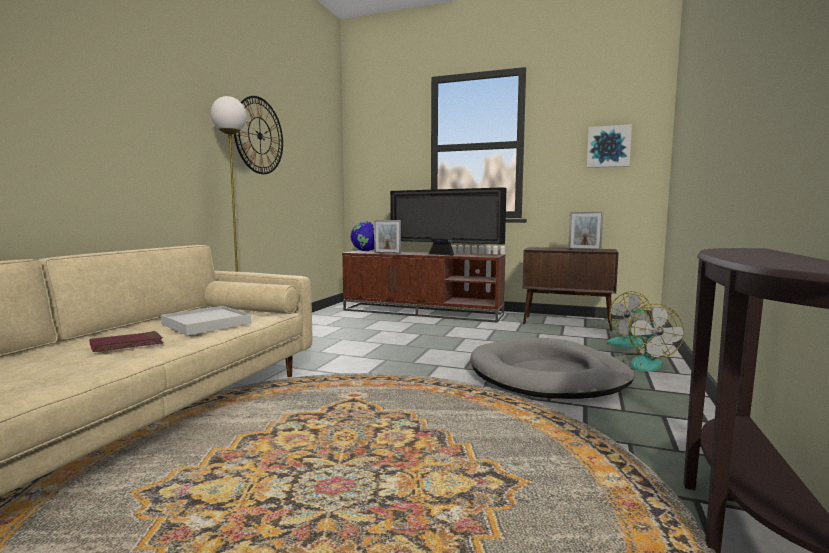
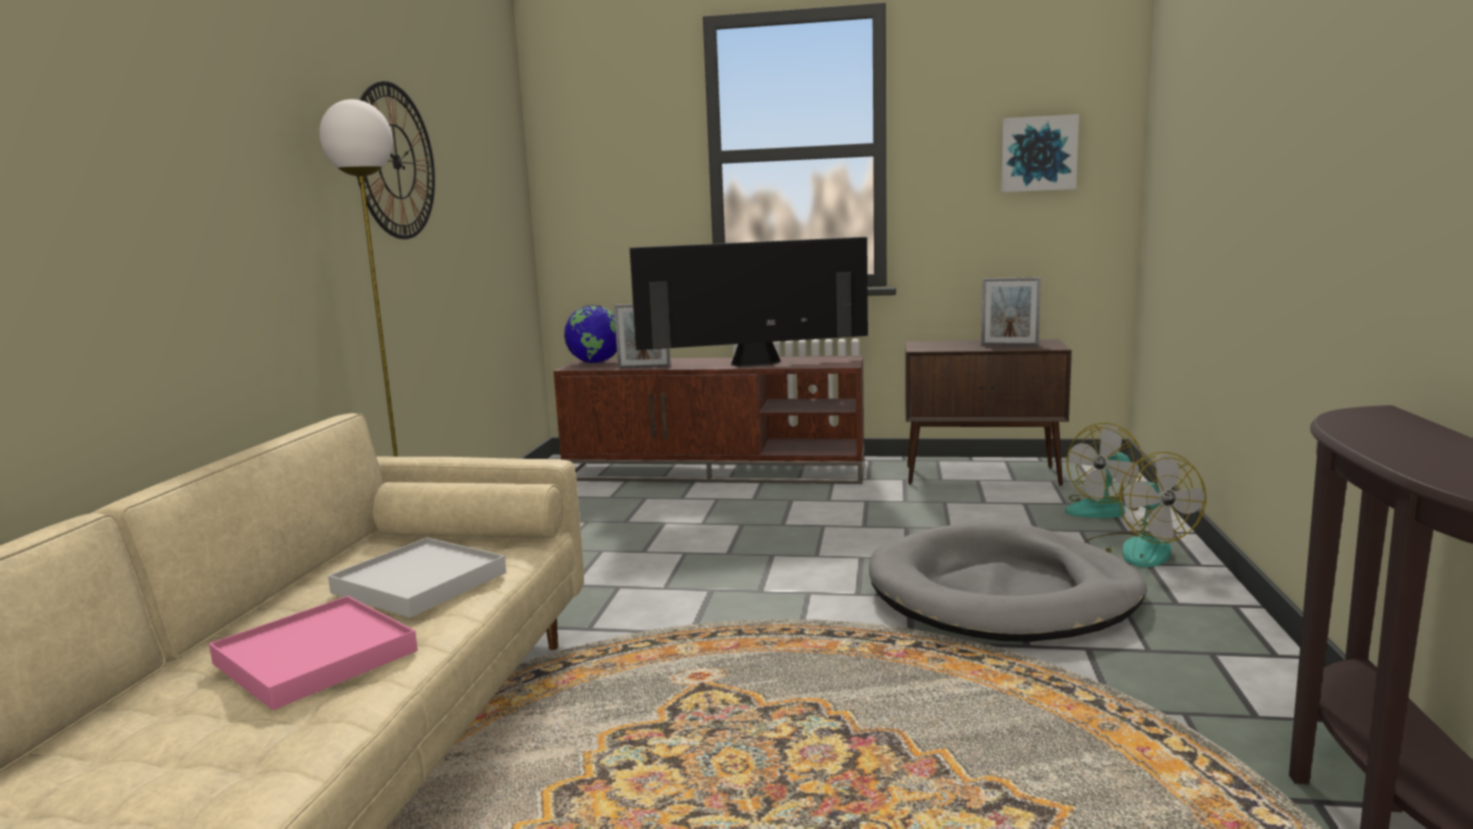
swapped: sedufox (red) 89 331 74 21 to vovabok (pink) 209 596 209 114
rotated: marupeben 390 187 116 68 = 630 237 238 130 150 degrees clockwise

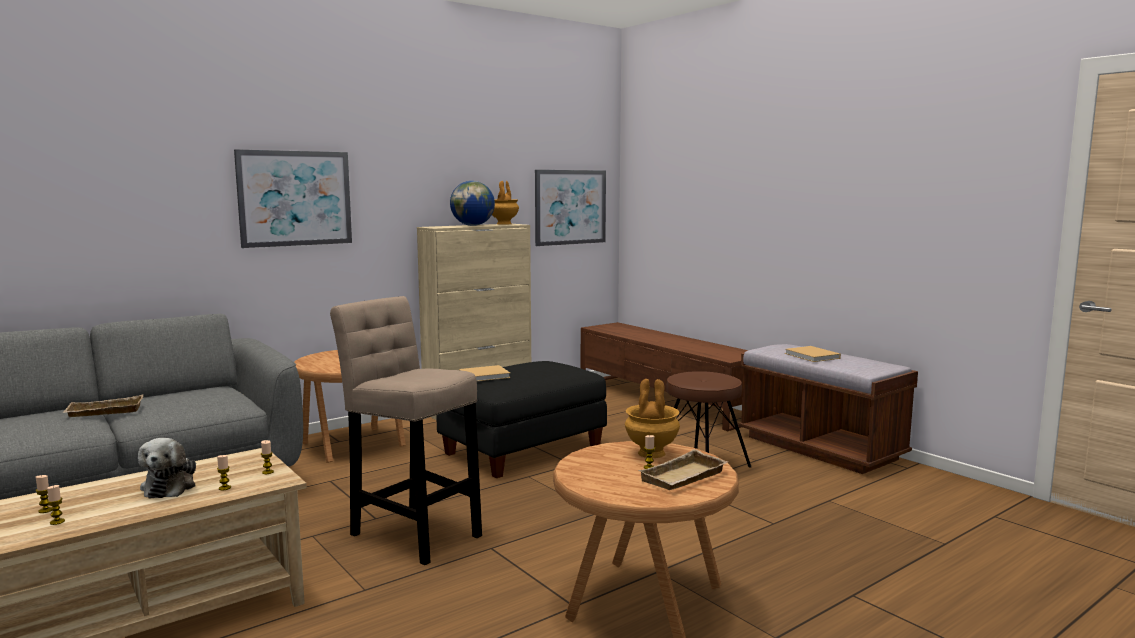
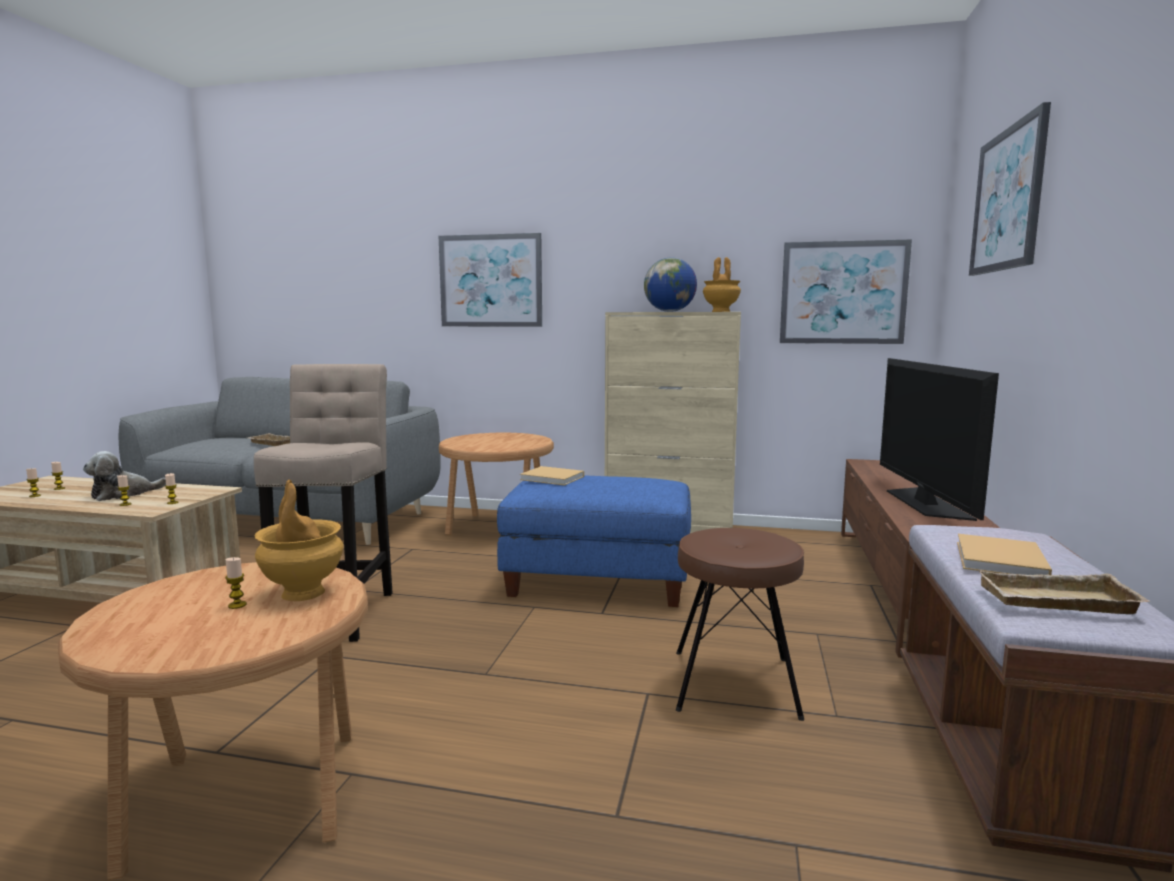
new: marupeben 880 358 119 163; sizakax 969 102 82 174
shifted: vovabok (beige) 638 449 90 41 to 977 570 174 44
repainted: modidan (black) 437 361 170 117 to modidan (blue) 497 475 194 132

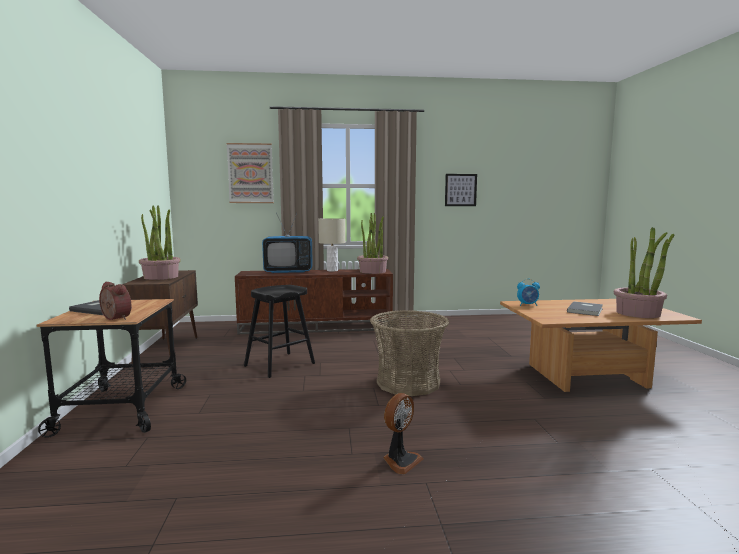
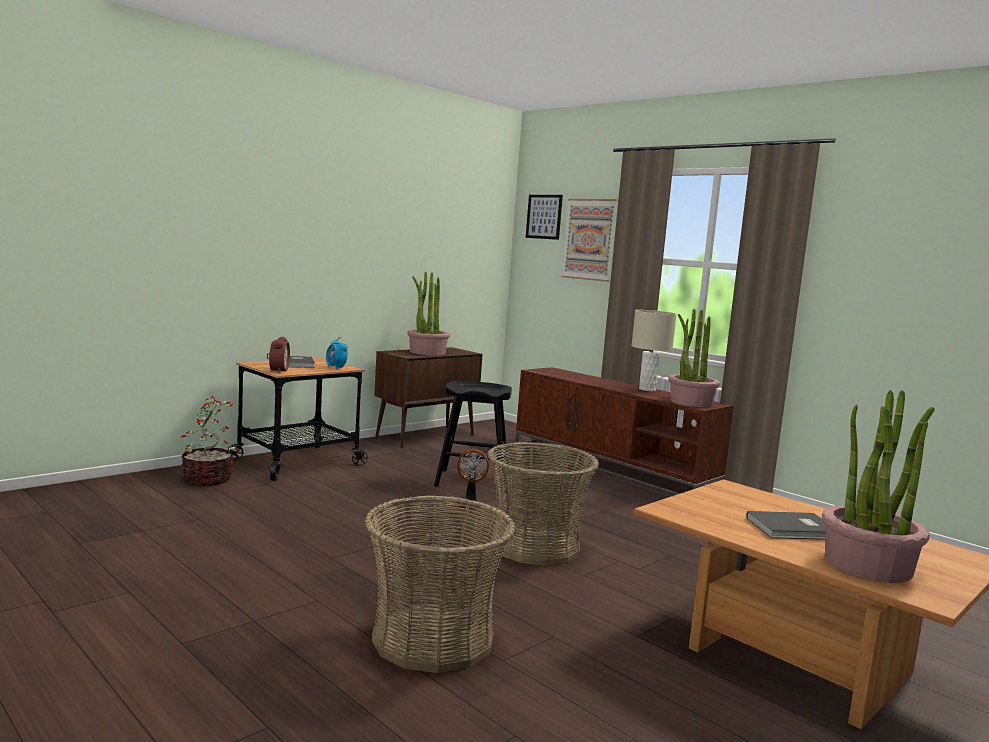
gone: marupeben 262 213 51 60
new: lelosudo 181 396 59 90; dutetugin 364 495 152 178
shifted: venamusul 517 279 23 27 to 326 337 22 33; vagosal 383 393 40 81 to 453 448 36 67; sizakax 445 174 32 32 to 526 195 37 45

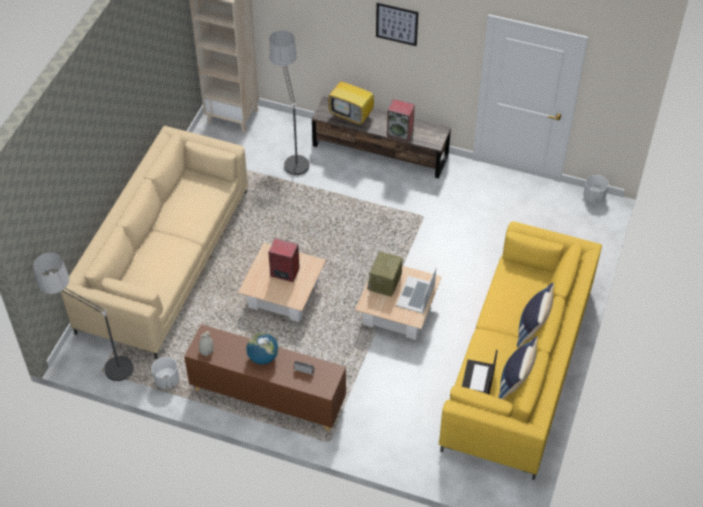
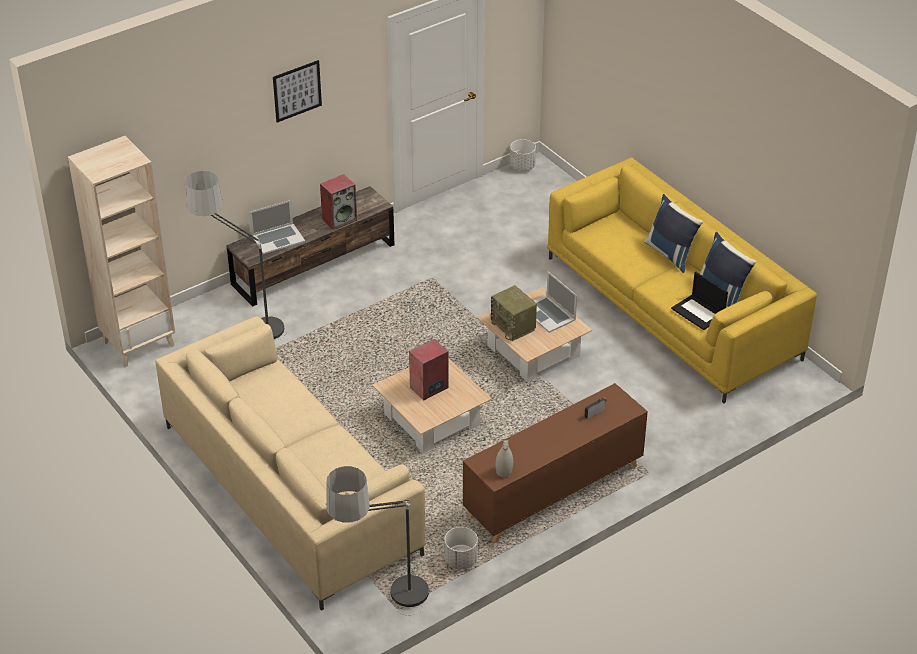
gone: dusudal 246 333 32 32
swapped: marupeben 329 72 45 53 to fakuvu 249 200 56 54

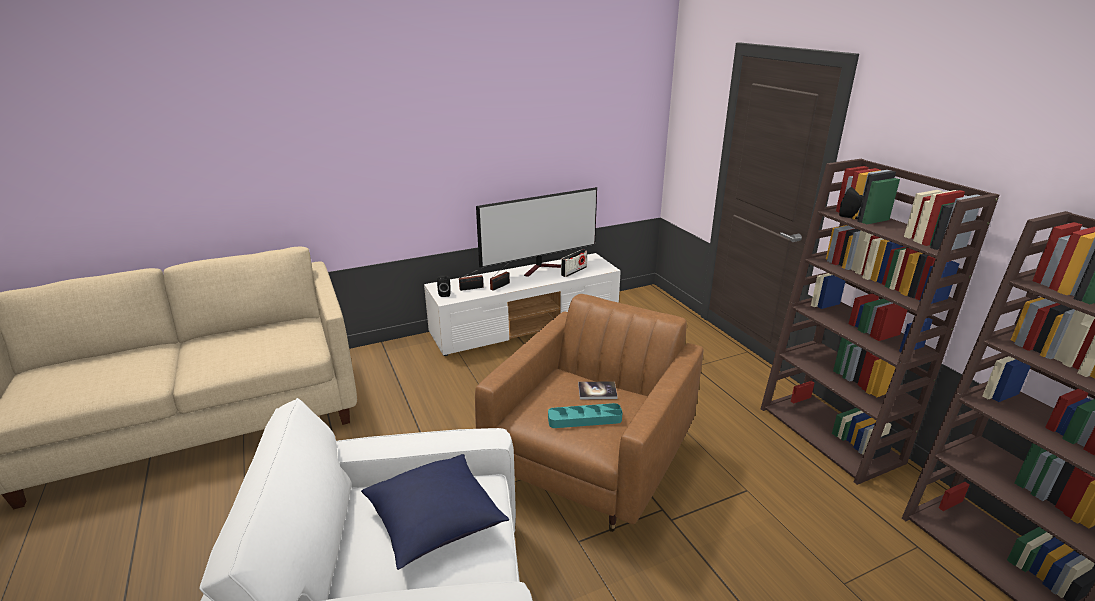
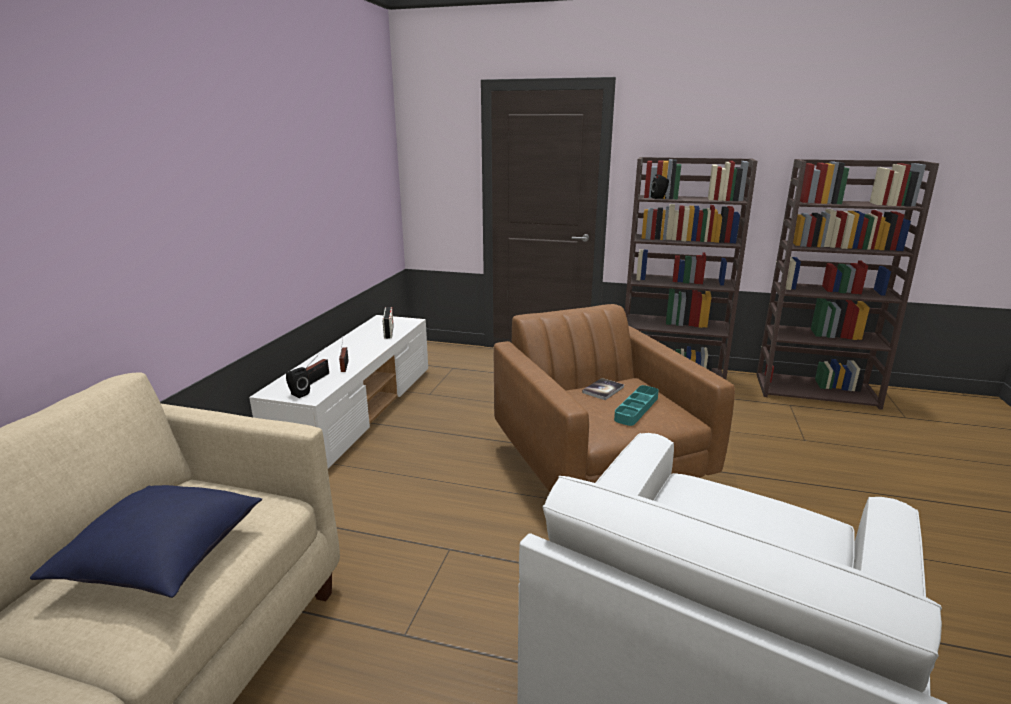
gone: marupeben 476 187 121 90
shifted: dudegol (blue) 361 454 148 116 to 30 485 232 113

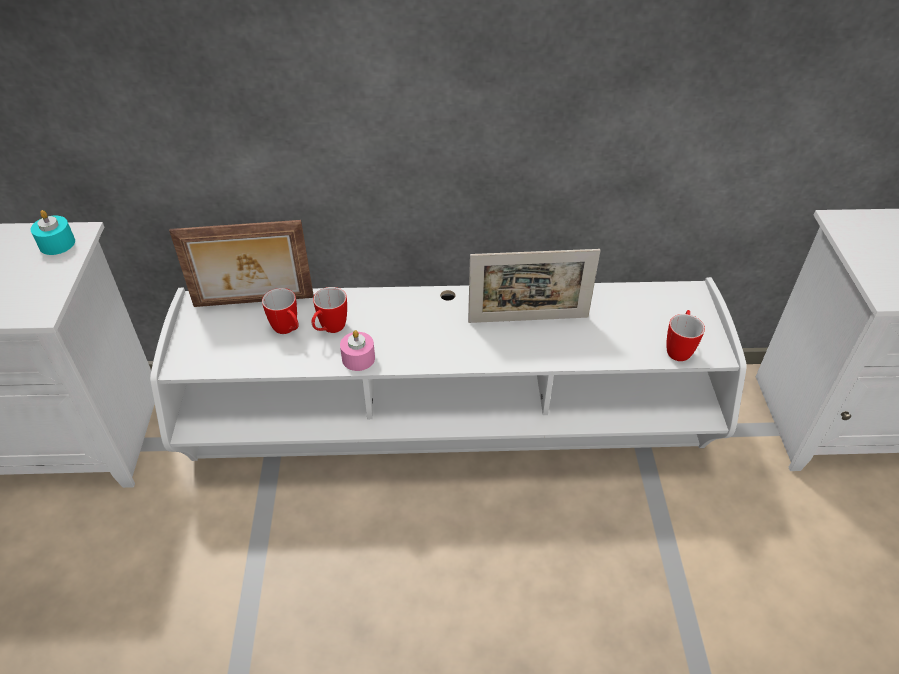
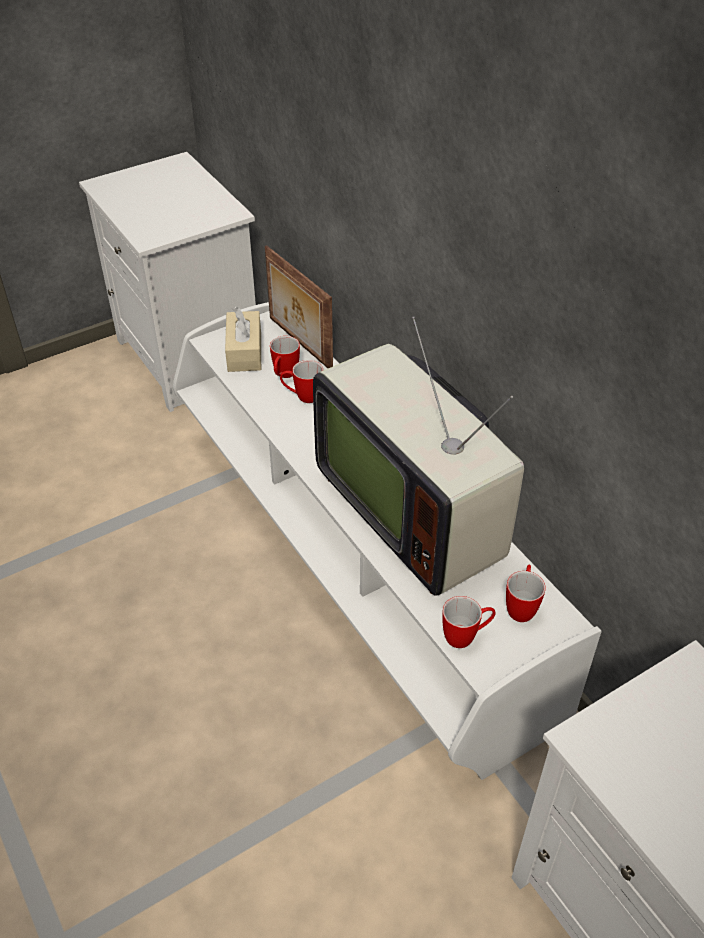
gone: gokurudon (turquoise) 30 210 45 45; gokurudon (pink) 340 330 35 41
new: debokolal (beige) 225 307 36 65; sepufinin 506 565 40 57
swapped: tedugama 468 249 133 74 to marupeben 313 316 211 280

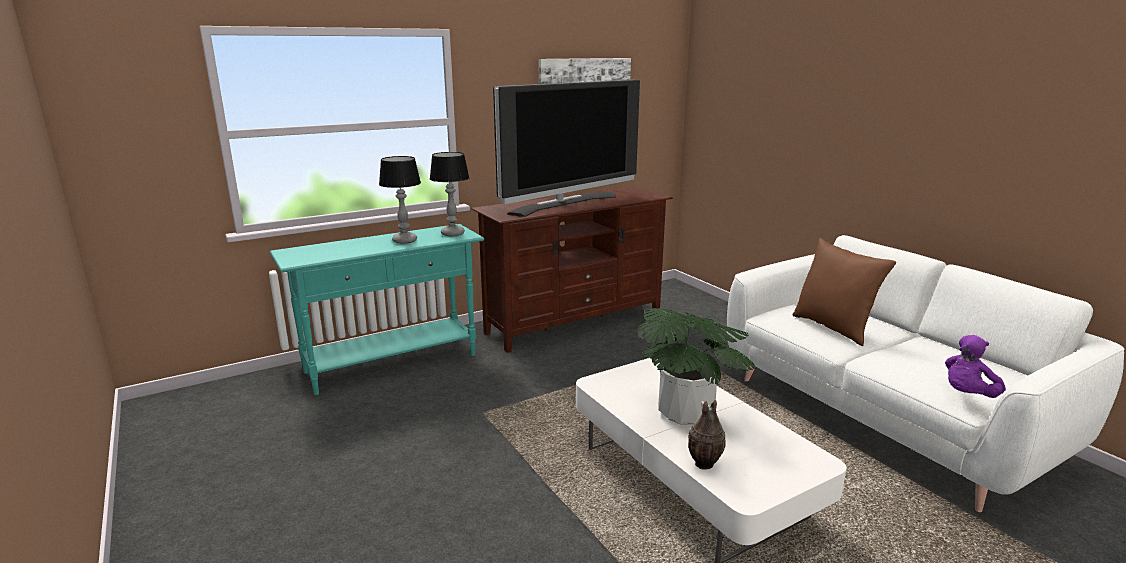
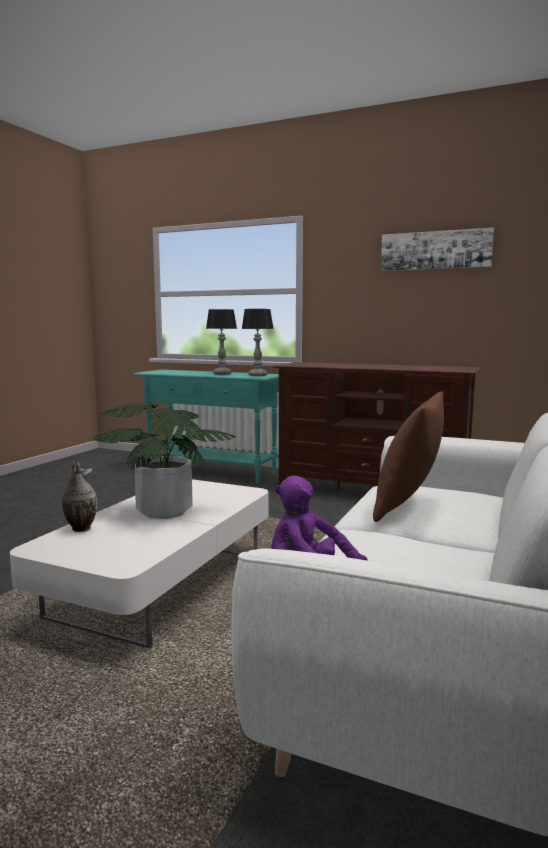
gone: marupeben 493 80 147 137

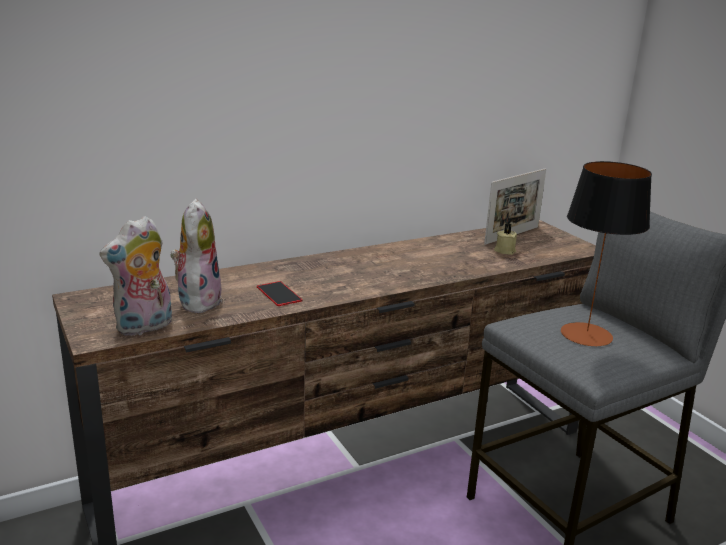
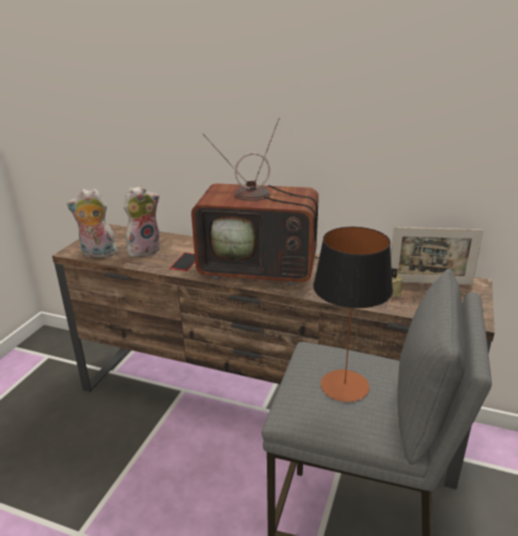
new: marupeben 191 118 128 167

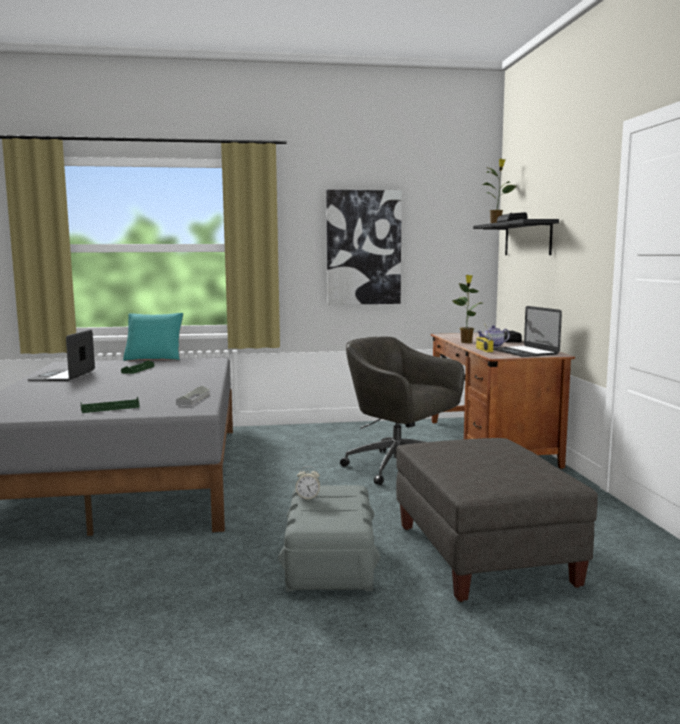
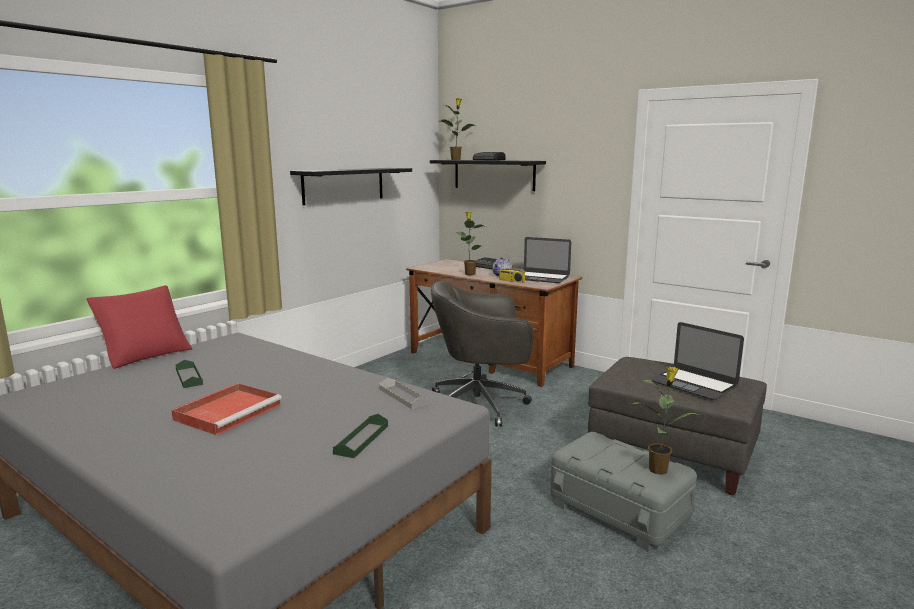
gone: venamusul 296 466 24 34
new: vovabok (red) 171 383 111 52; lelosudo 633 366 66 109
shifted: fakuvu 27 329 68 52 to 649 322 95 78
swapped: sizakax 326 190 76 115 to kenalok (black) 290 168 122 37
repainted: dudegol (turquoise) 123 313 60 48 to dudegol (red) 87 285 105 84

